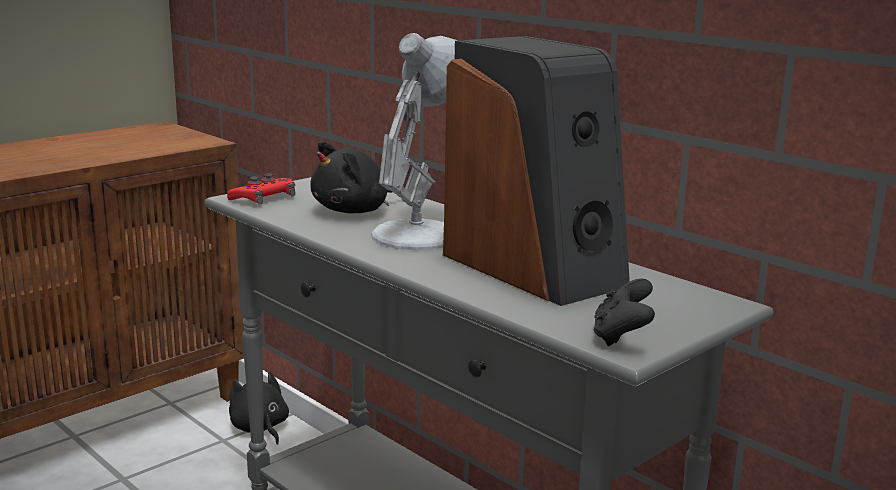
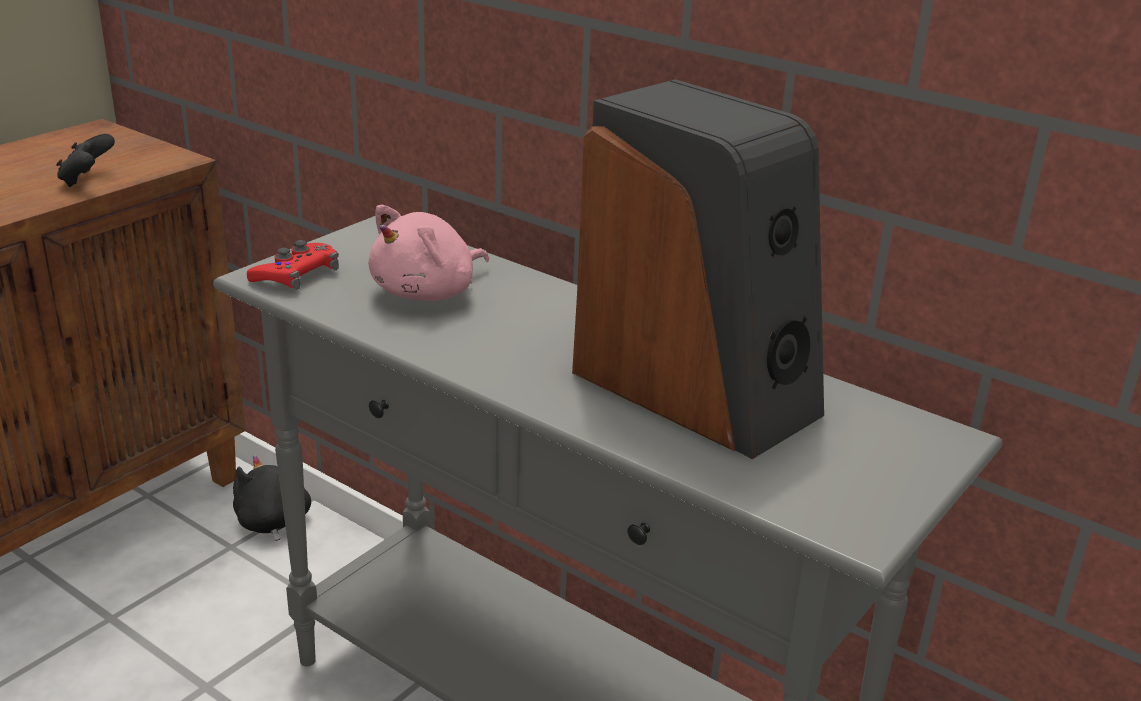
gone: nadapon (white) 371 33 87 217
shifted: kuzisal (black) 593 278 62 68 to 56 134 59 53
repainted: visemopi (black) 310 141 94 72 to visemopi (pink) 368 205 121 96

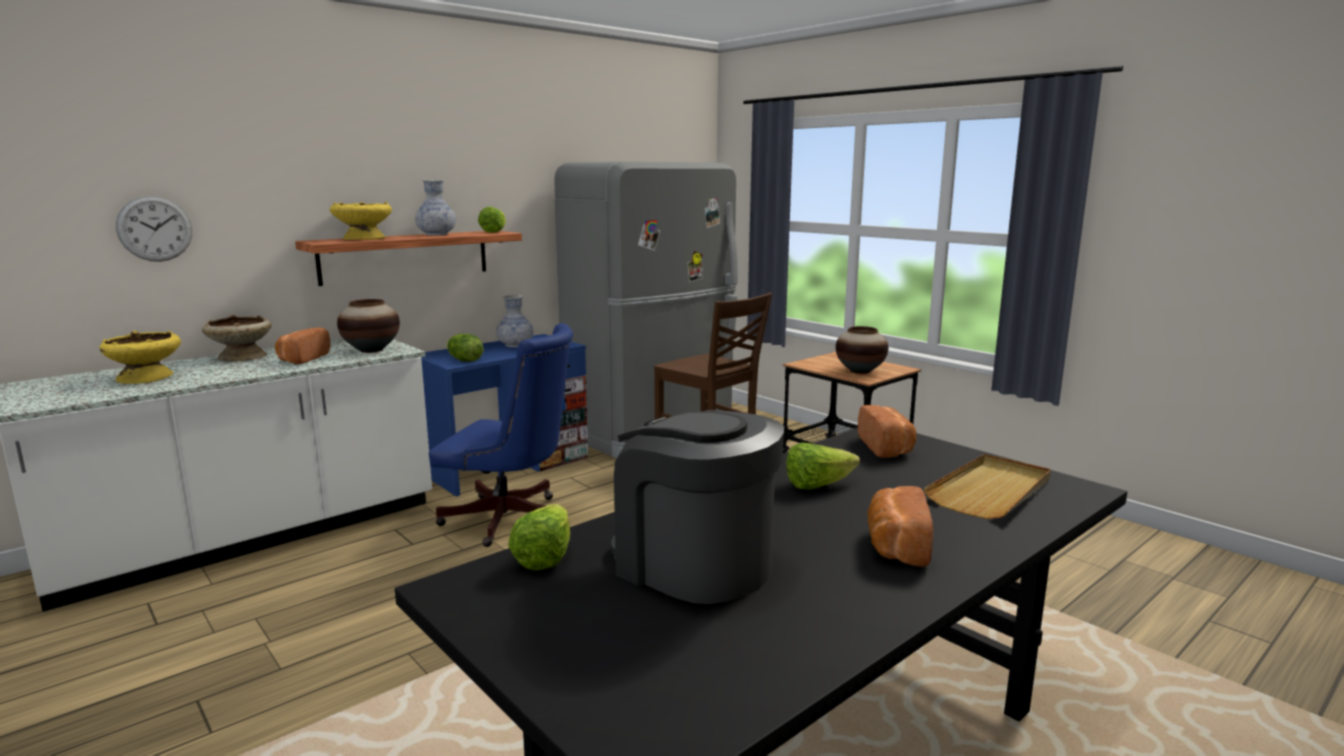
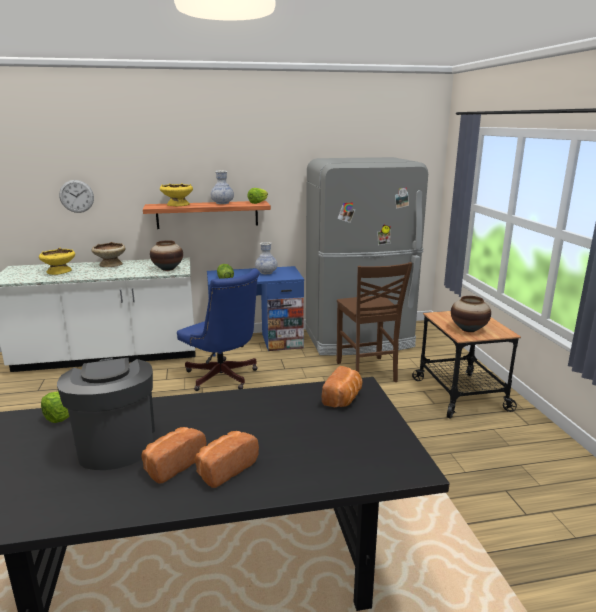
gone: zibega 786 442 74 47; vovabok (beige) 923 454 128 65
shifted: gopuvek 275 328 55 36 to 141 427 65 57

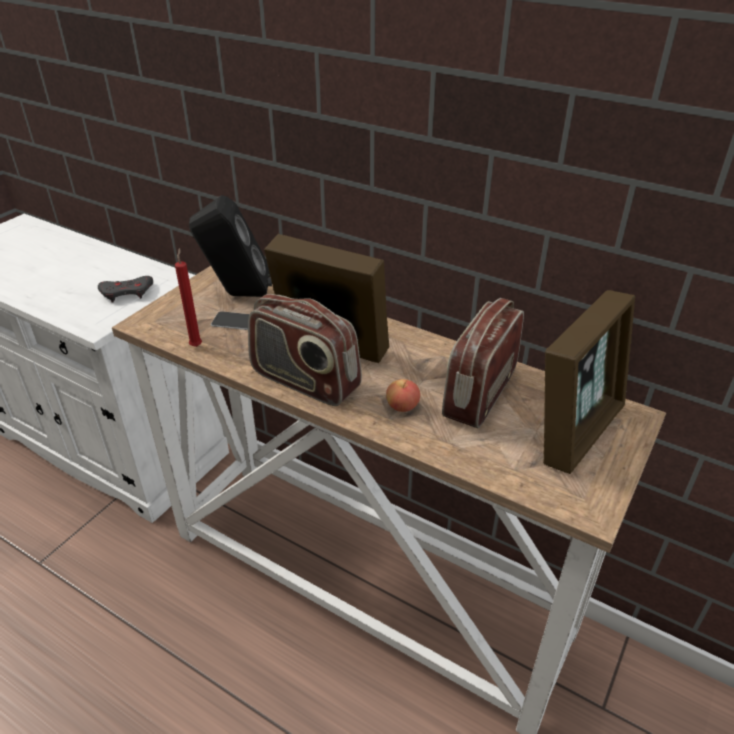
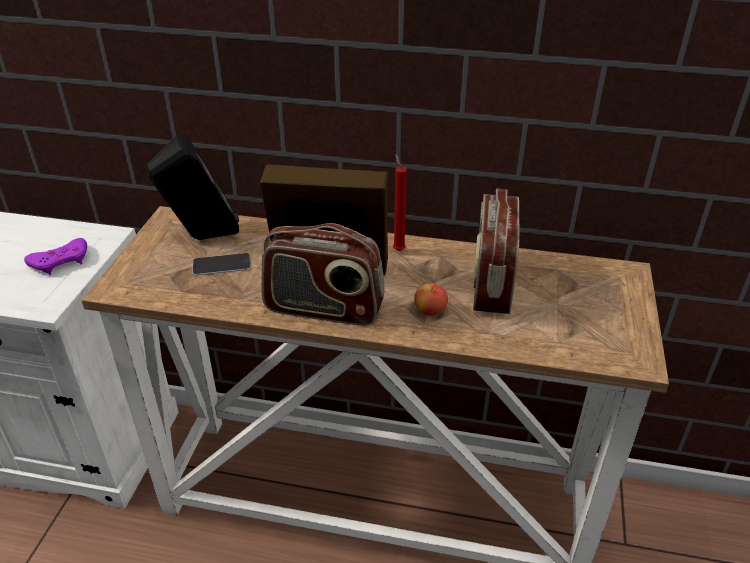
gone: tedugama 543 290 92 184
shifted: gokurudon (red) 175 248 27 99 to 393 154 14 97
repainted: kuzisal (grey) 98 276 55 27 to kuzisal (purple) 24 238 63 37

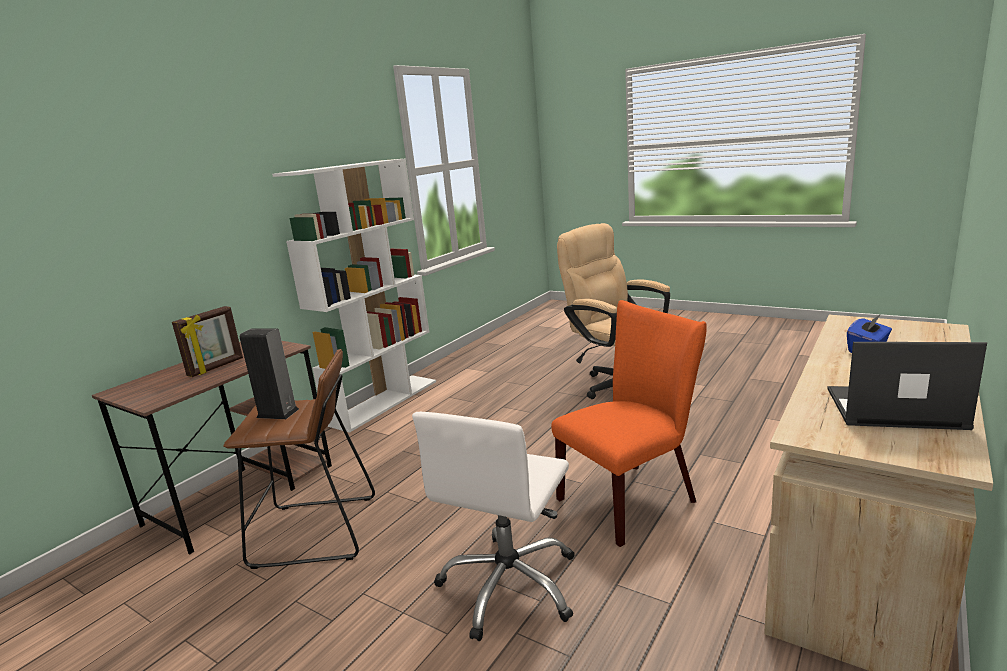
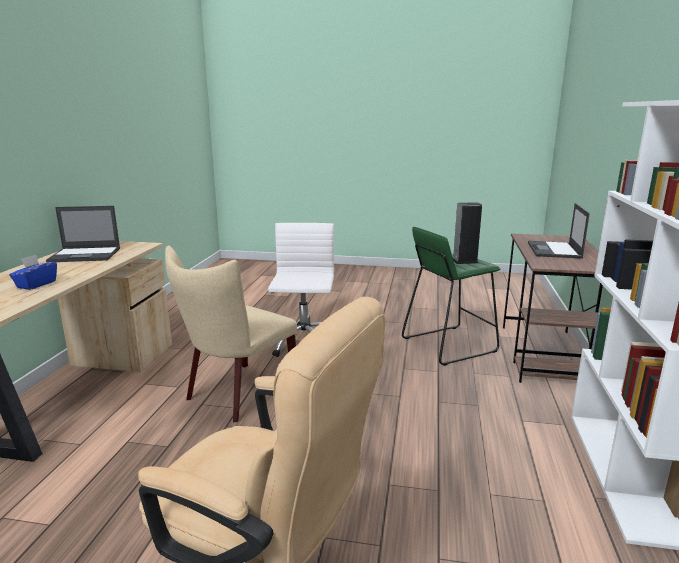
swapped: tedugama 172 306 71 71 to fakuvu 528 203 62 56
repainted: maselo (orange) 551 300 156 247 to maselo (beige) 165 245 132 177; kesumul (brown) 223 349 152 220 to kesumul (green) 402 227 98 139

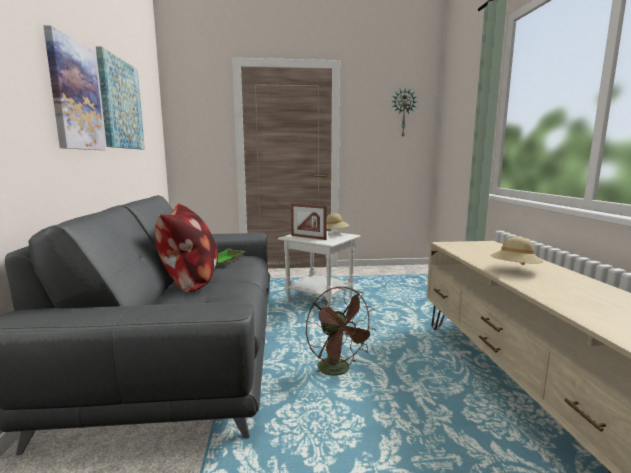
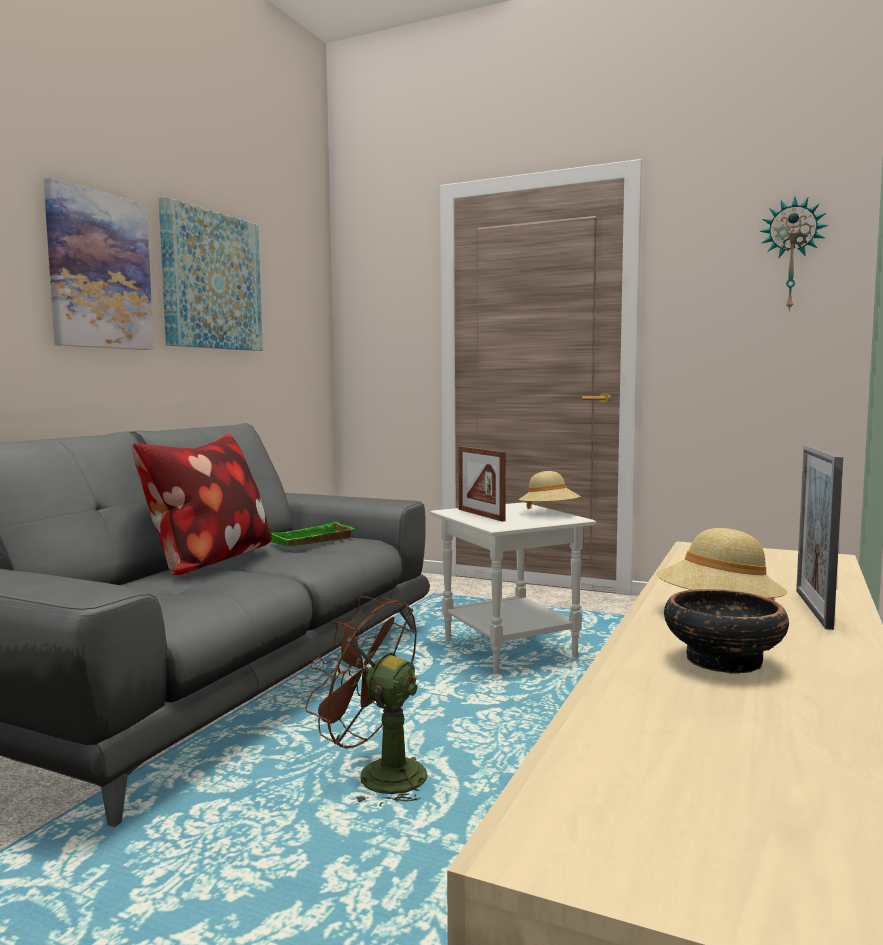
new: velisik 664 589 125 85; tedugama 796 445 47 185
rotated: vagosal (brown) 306 286 70 90 = 305 596 122 211 120 degrees clockwise

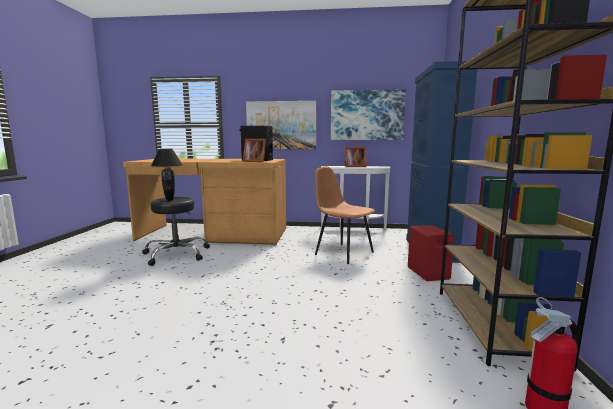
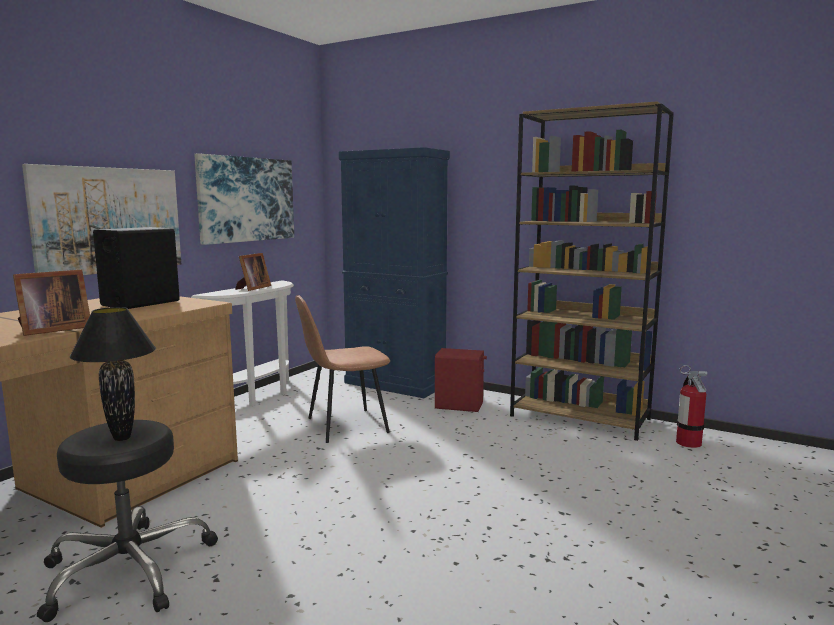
shifted: tedugama 243 139 23 23 to 13 269 77 67

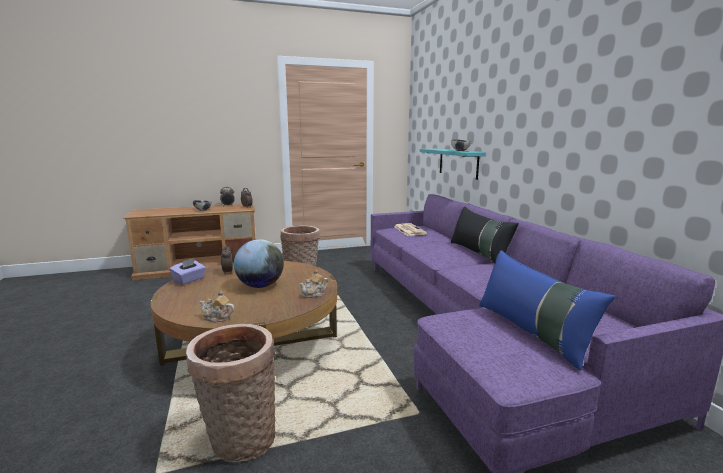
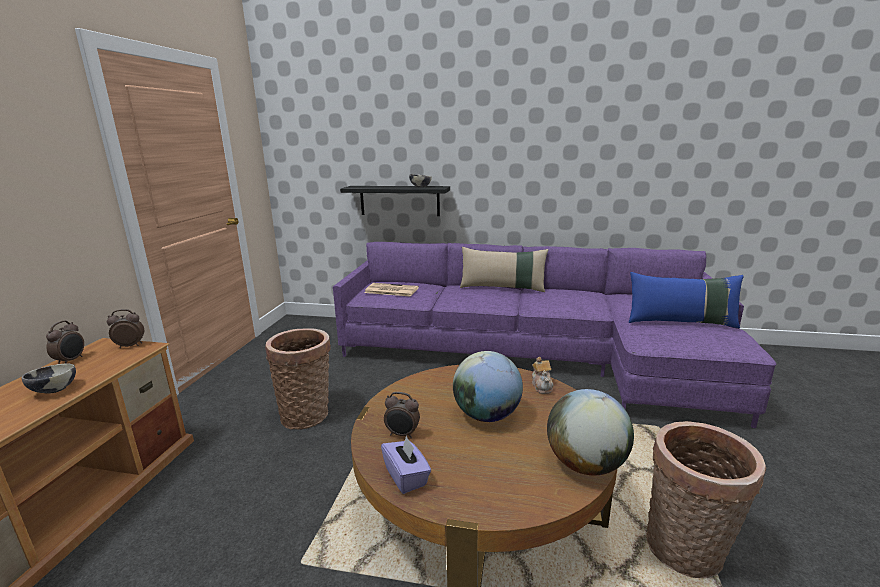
swapped: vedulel 200 290 34 33 to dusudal 547 389 87 87
repainted: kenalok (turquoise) 420 149 66 31 to kenalok (black) 340 186 110 30; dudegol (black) 451 207 68 56 to dudegol (beige) 460 247 88 45

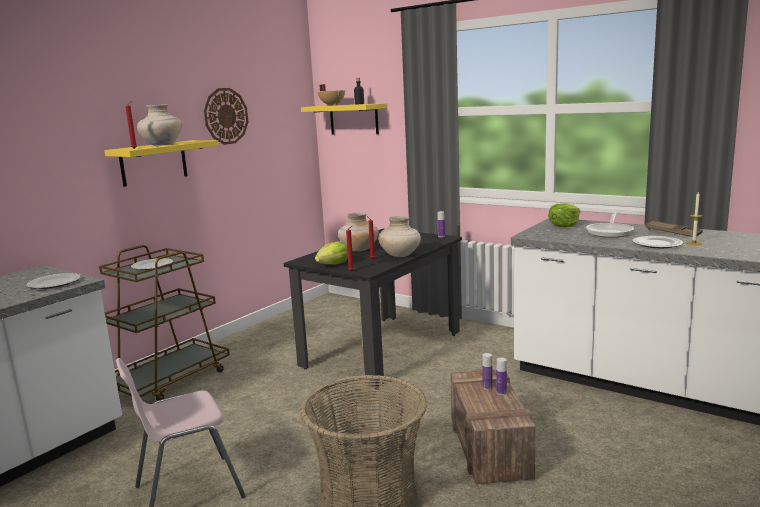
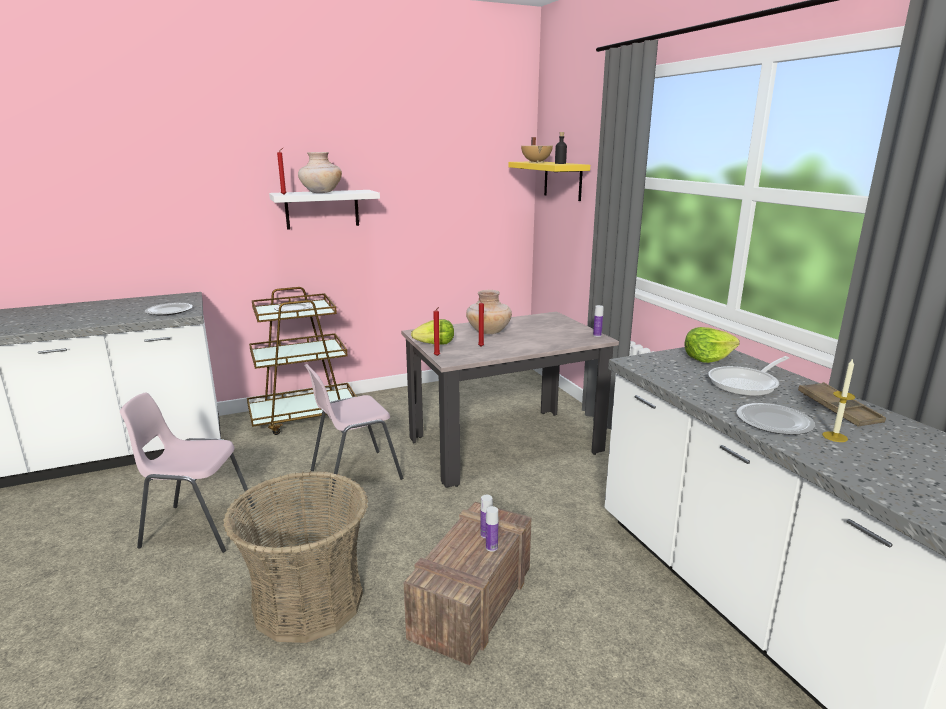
gone: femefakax 204 88 44 57; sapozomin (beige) 378 216 43 41
new: maselo (pink) 304 364 99 133
repainted: kenalok (yellow) 104 140 115 47 to kenalok (white) 269 190 111 40; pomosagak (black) 284 229 178 160 to pomosagak (beige) 401 312 218 176

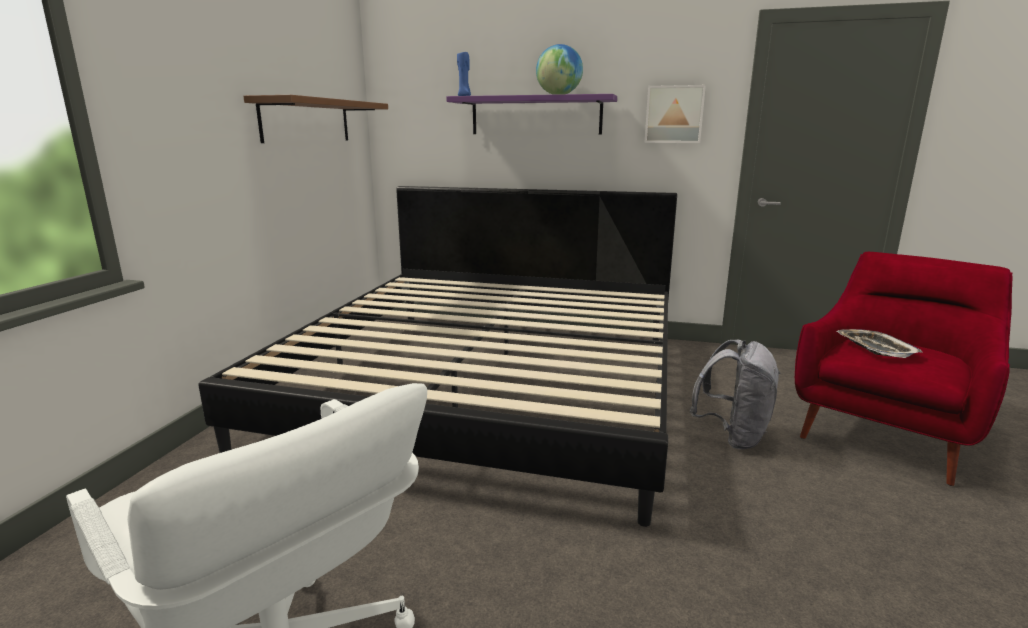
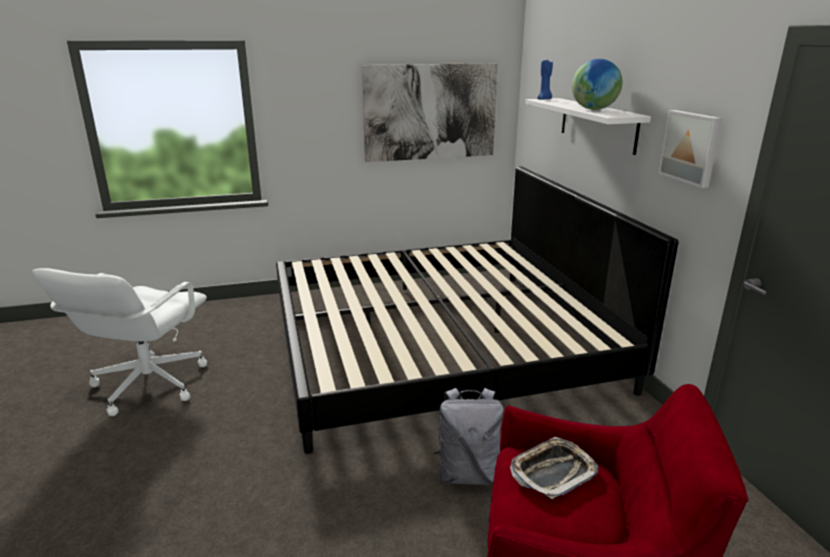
swapped: kenalok (brown) 243 95 145 48 to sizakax 362 63 136 99
repainted: kenalok (purple) 446 94 171 40 to kenalok (white) 525 98 126 57

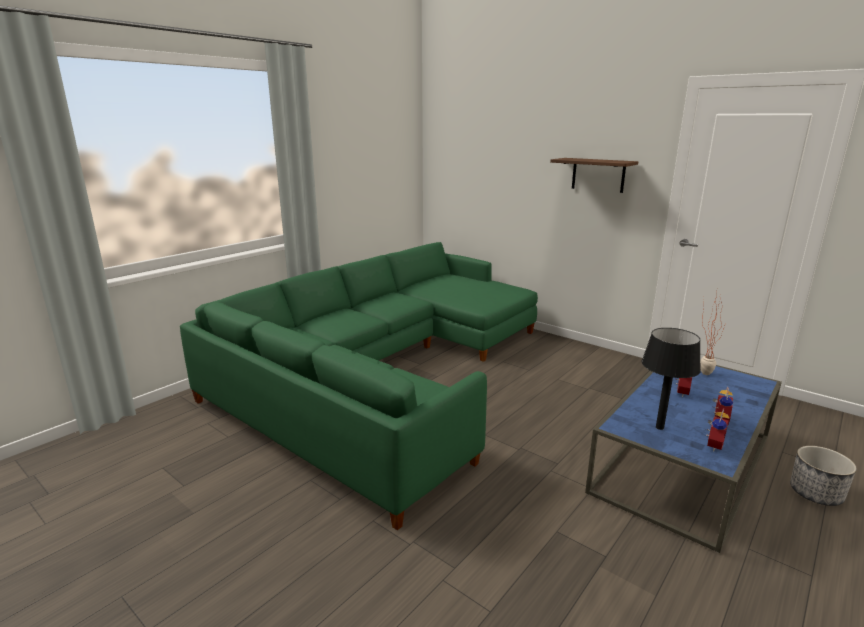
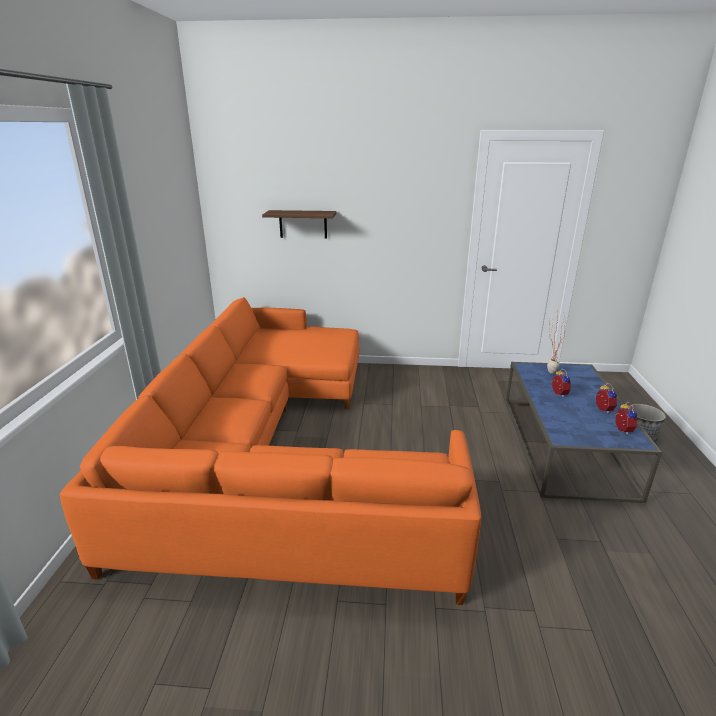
gone: nadapon (black) 642 328 59 102
shifted: kenalok 550 158 88 35 to 262 210 75 28
repainted: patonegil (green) 180 242 358 288 to patonegil (orange) 60 297 421 308

